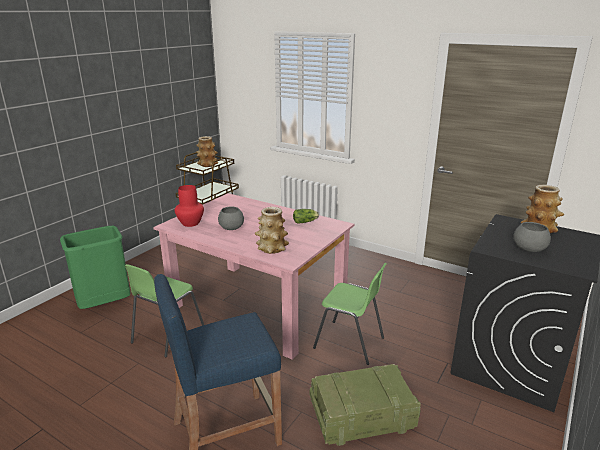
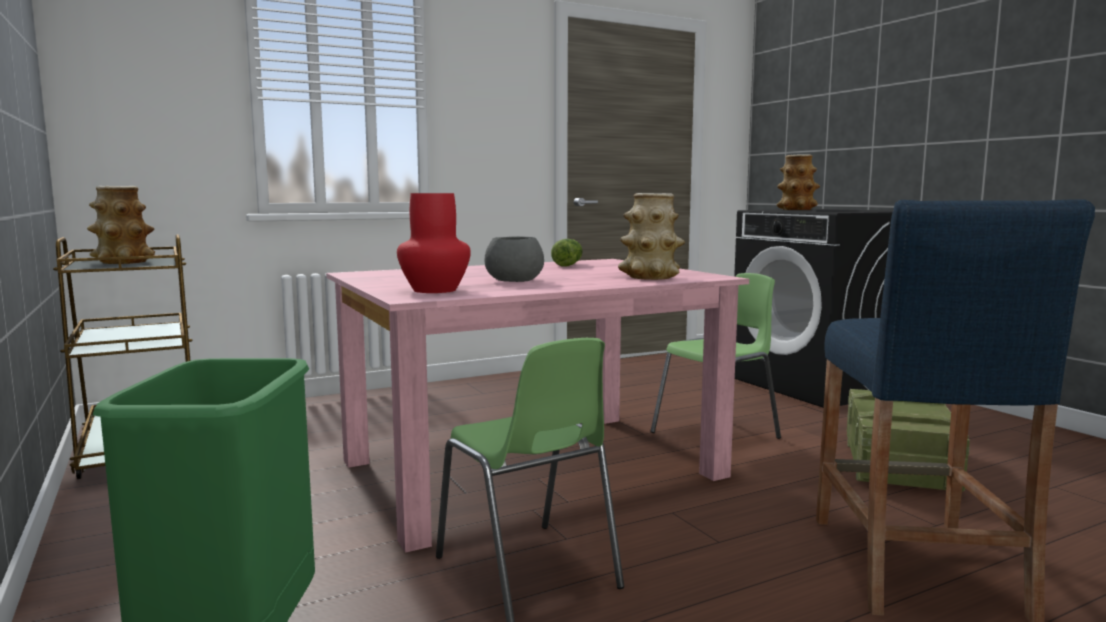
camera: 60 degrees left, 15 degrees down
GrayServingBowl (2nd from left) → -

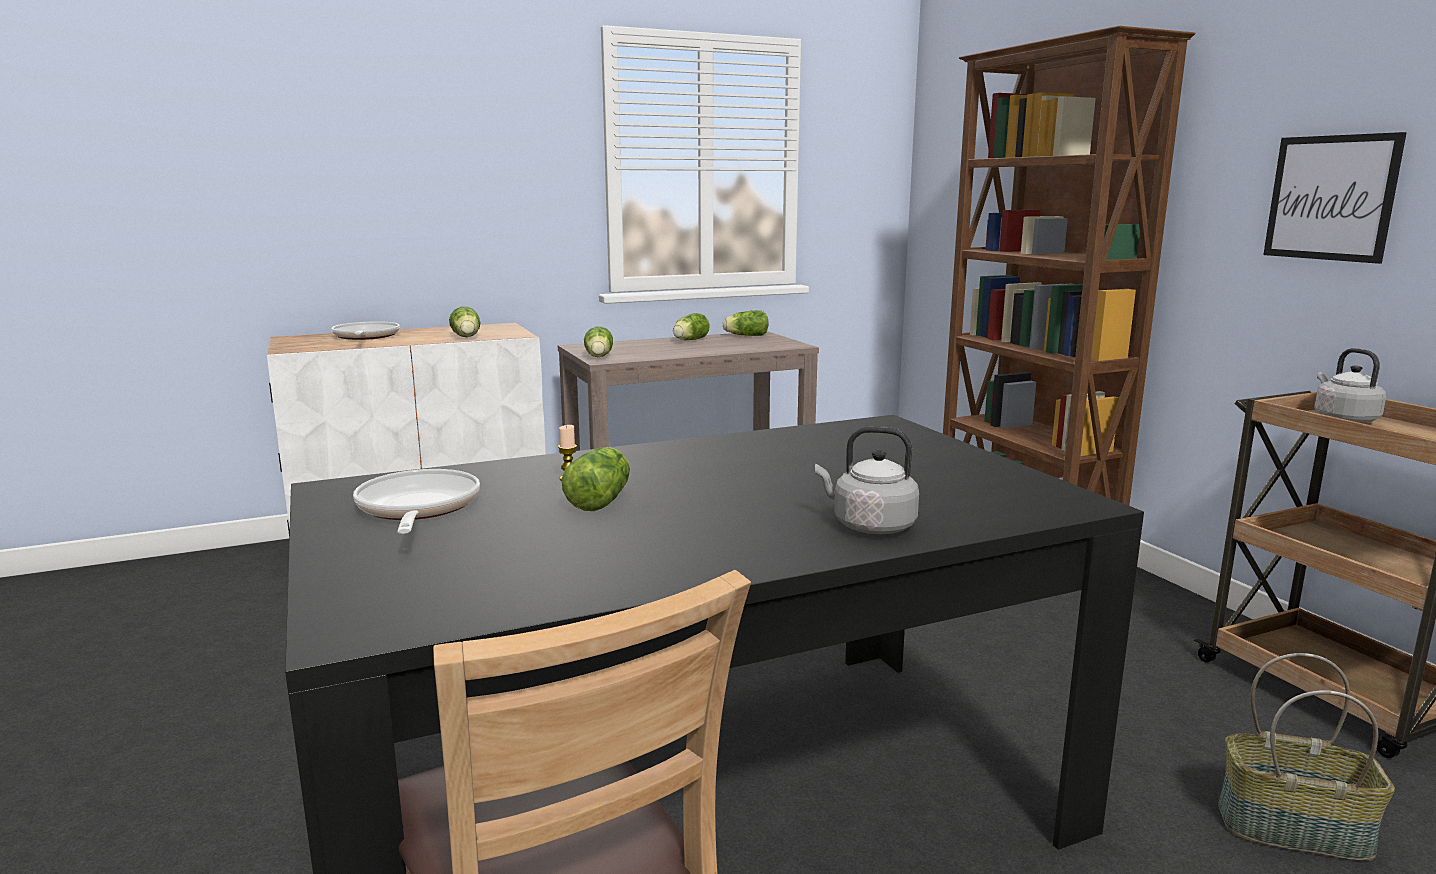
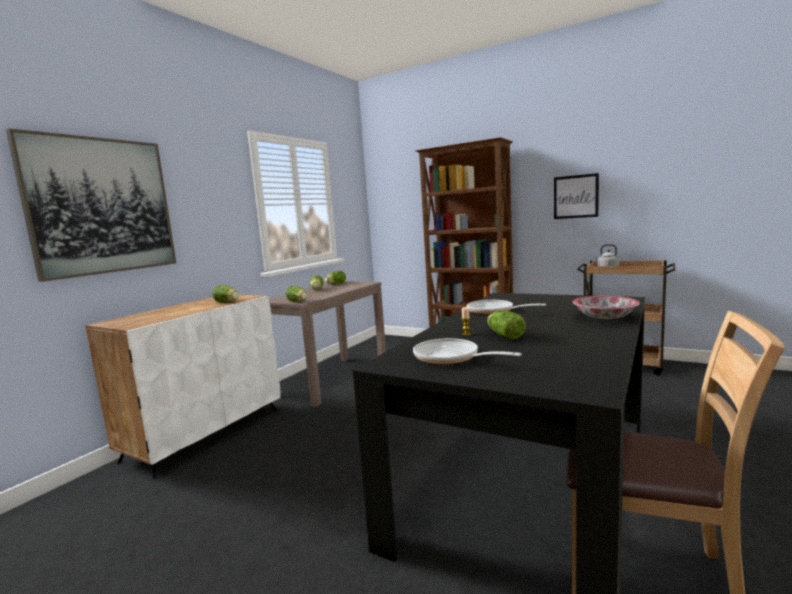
camera: 35 degrees left, 5 degrees down
HouseholdBasket → -
- → WallPicture (1st from left)
Skillet (1st from left in the first image) → Skillet (2nd from left), moved
GrayWaterKettle (1st from left) → ServingBowl

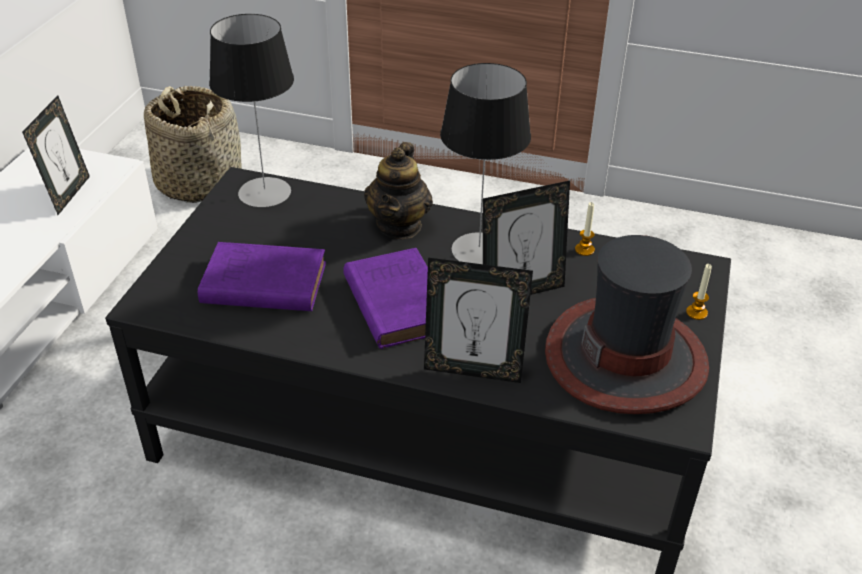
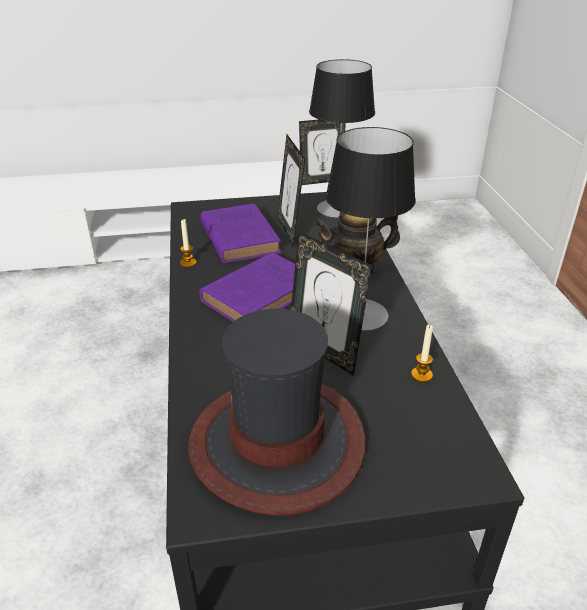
camera: 65 degrees right, 5 degrees down
HouseholdBasket → -
PhotoFrame (2nd from left in the first image) → PhotoFrame (1st from left), moved
WaxCandle (2nd from left in the first image) → WaxCandle (1st from left), moved

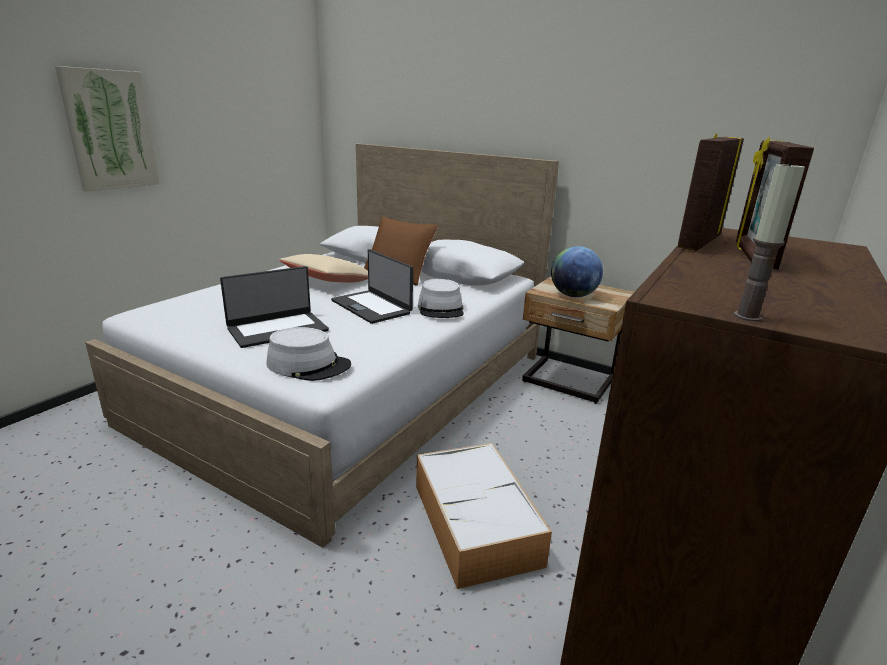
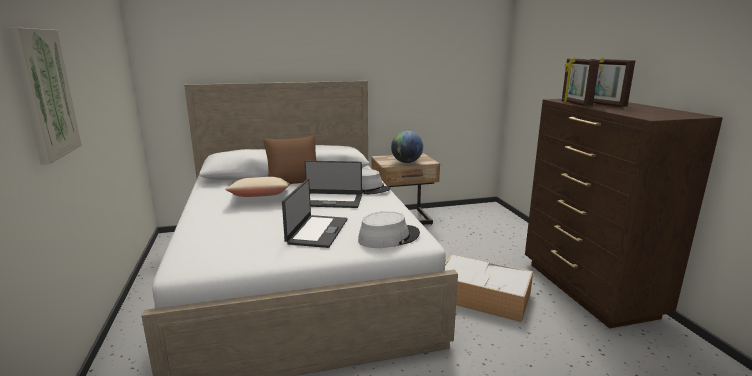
camera: 45 degrees left, 5 degrees down
WaxCandle → -

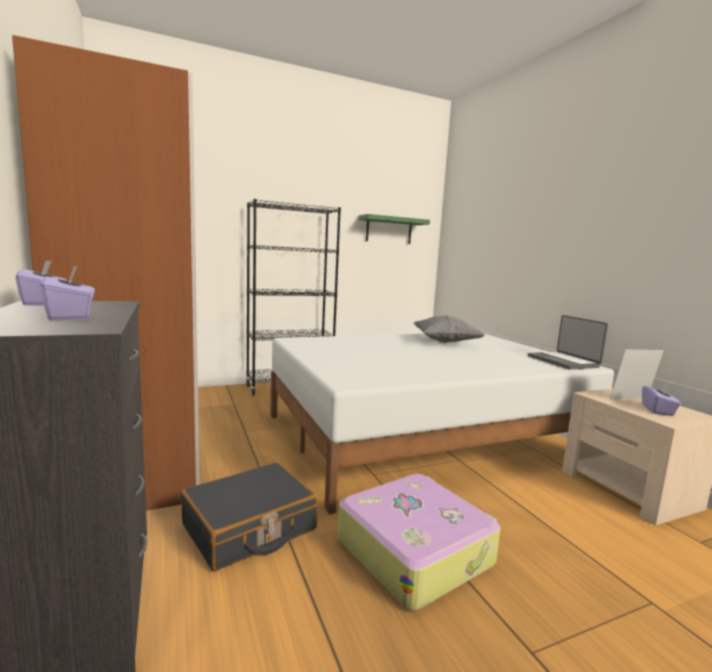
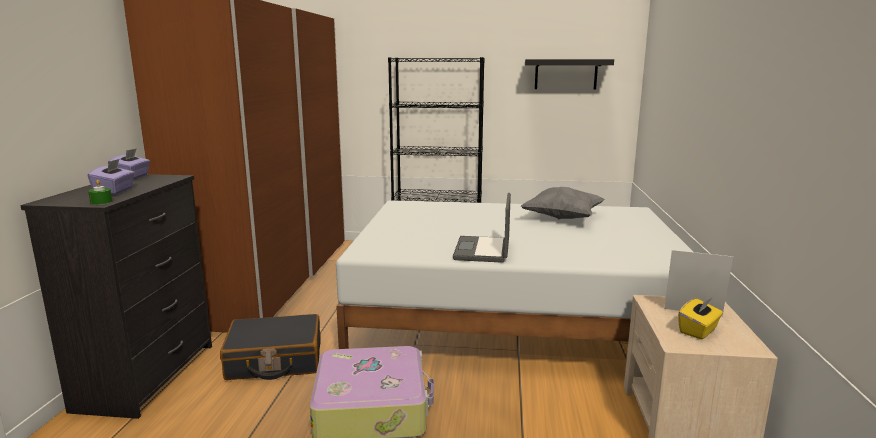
camera: 30 degrees right, 5 degrees up
- → GreenColouredWaxCandle
NotebookComputer, moved
GreenColouredBracketShelf → BlackishBracketShelf
PurpleColouredTissueHolder (3rd from left) → YellowTissueHolder

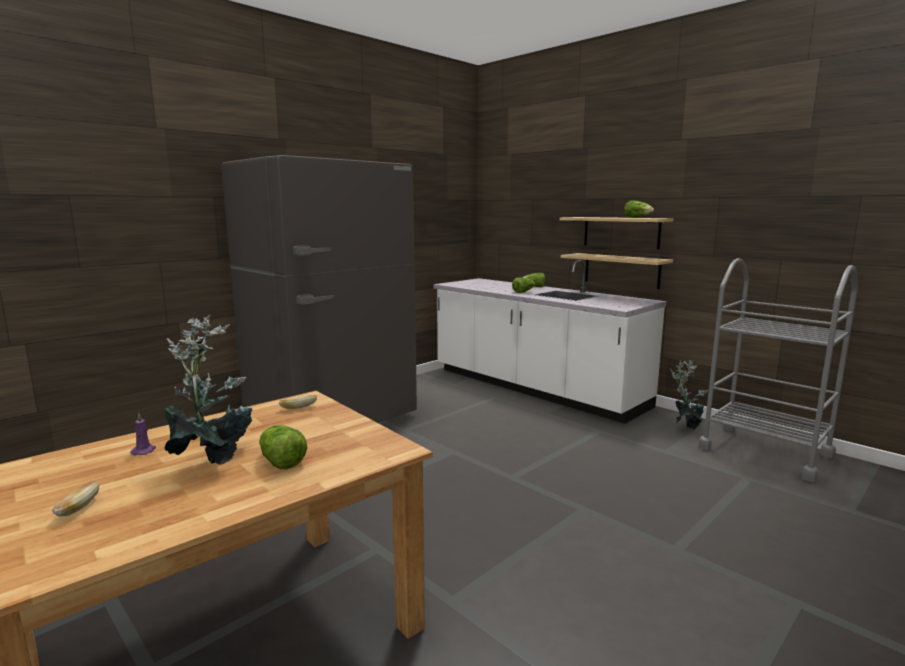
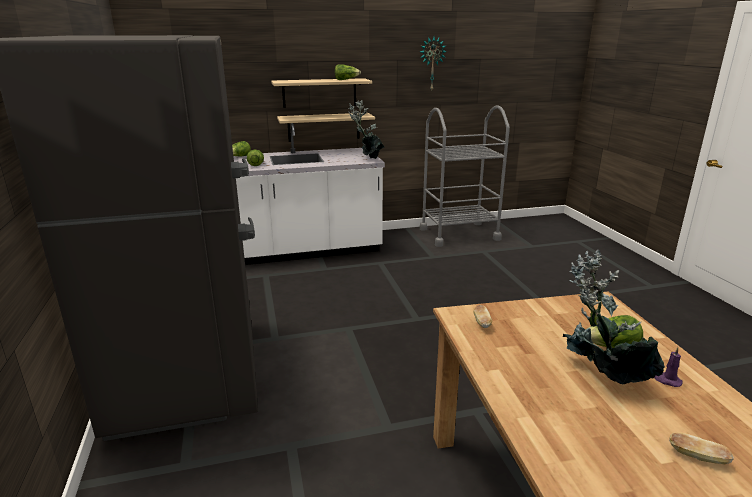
camera: 60 degrees left, 10 degrees up
- → ClockOnTheWall
PurpleColouredWaxCandle, moved
Houseplant (2nd from left in the first image) → Houseplant (1st from left), moved

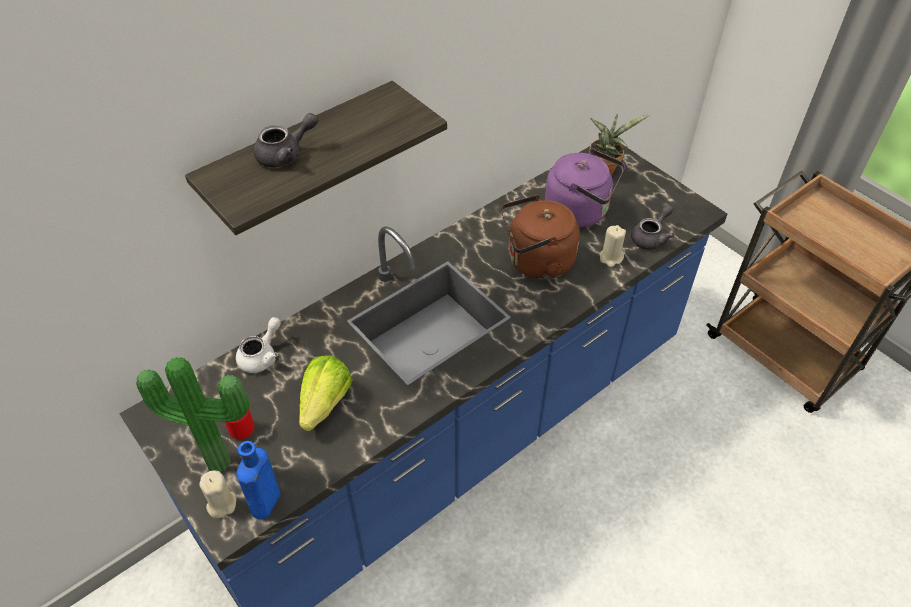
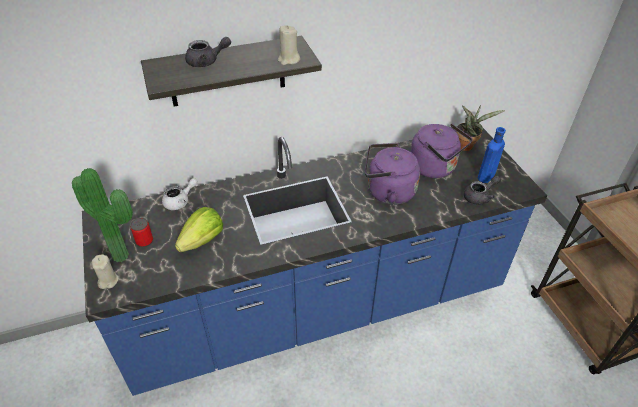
camera: 20 degrees right, 5 degrees down
BluishBeverageBottle, moved
BeigeWaxCandle (2nd from left), moved
BrownWaterKettle → PurpleColouredWaterKettle (1st from left)

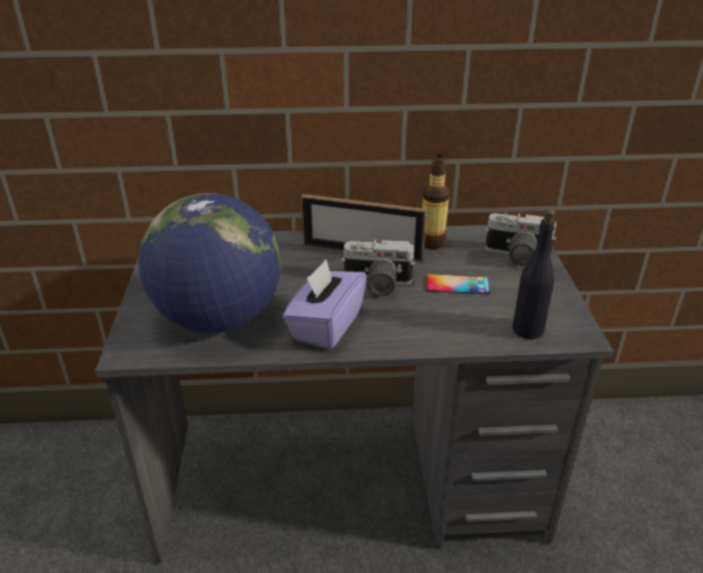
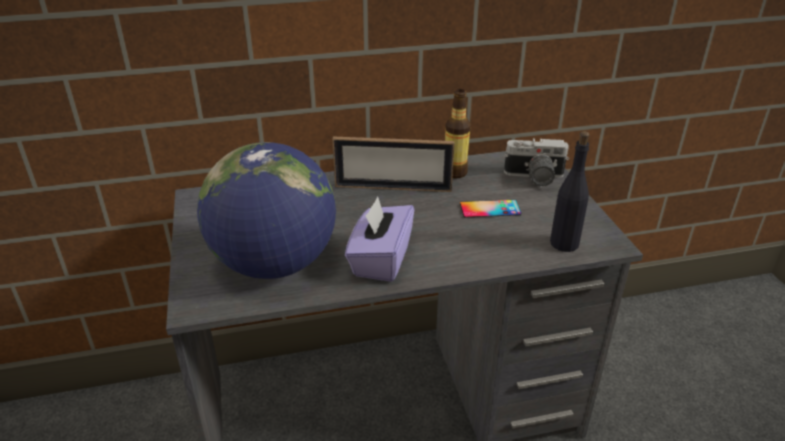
camera: 10 degrees left, 0 degrees up
PhotoCamera (1st from left) → -

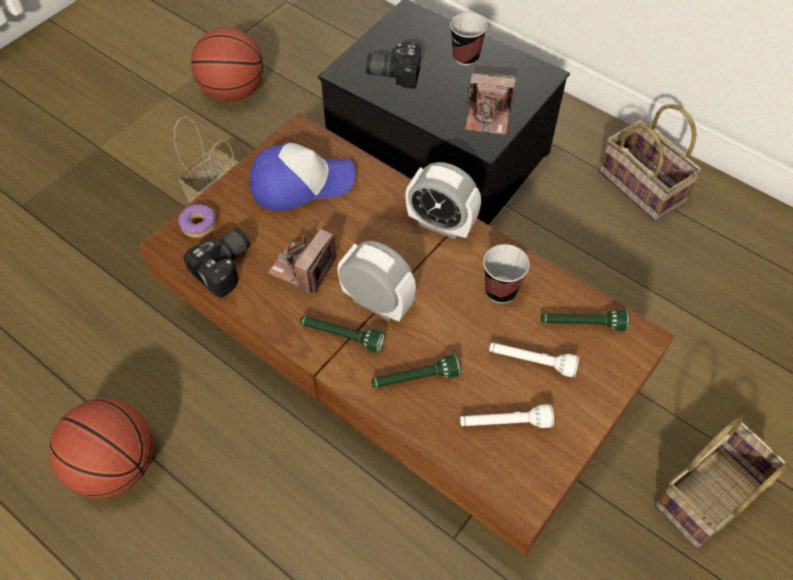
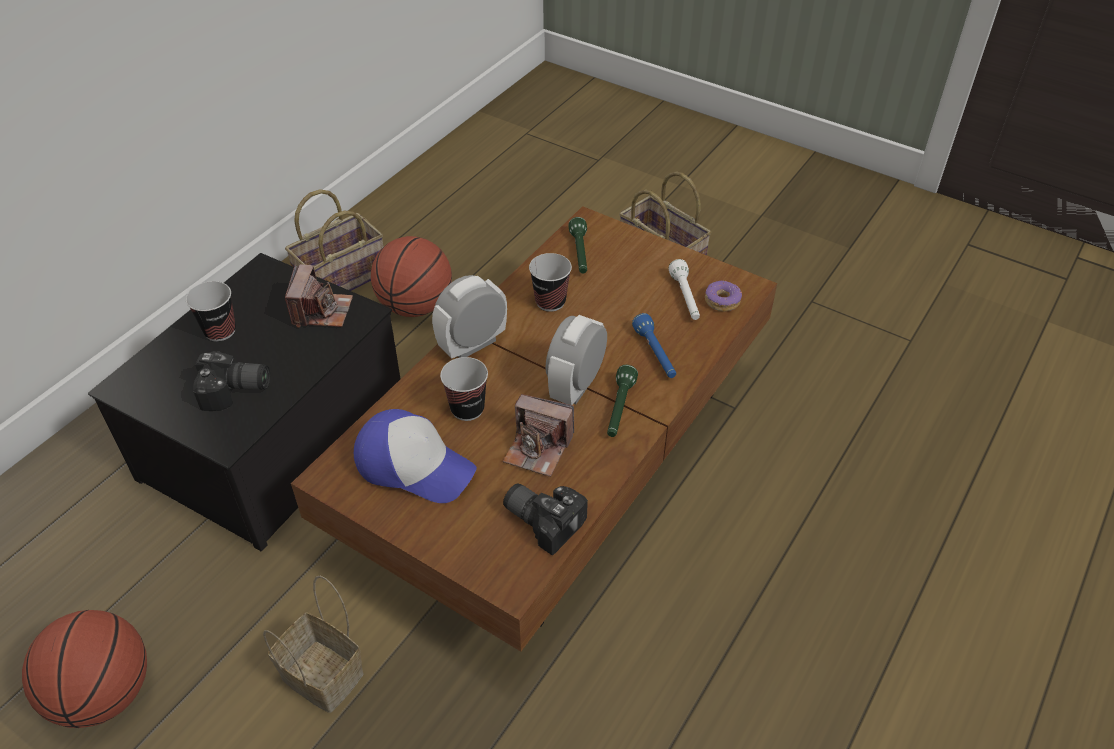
camera: 95 degrees left, 10 degrees down
WhiteFlashlight (2nd from left) → -
- → SmallCup (2nd from left)
Basketball (1st from left in the first image) → Basketball (2nd from left), moved
Doughnut, moved
GreenColouredFlashlight (2nd from left) → BluishFlashlight
Cap, 135 degrees clockwise
PhotoCamera (3rd from left in the first image) → PhotoCamera (1st from left), 90 degrees counterclockwise
BedsideClock (2nd from left in the first image) → BedsideClock (1st from left), 150 degrees counterclockwise

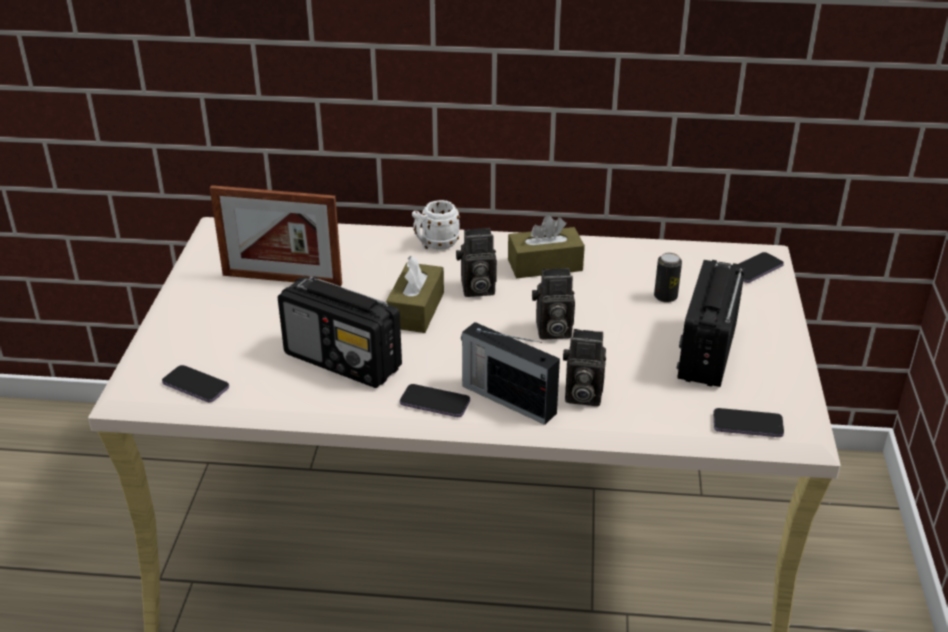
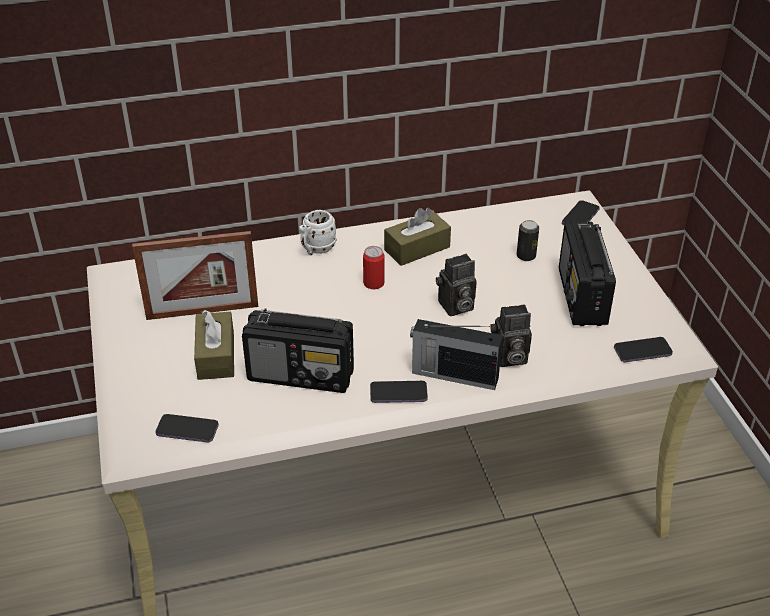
camera: 20 degrees left, 5 degrees up
BrownTissueHolder (1st from left), moved
PhotoCamera (1st from left) → SealedCan (1st from left)

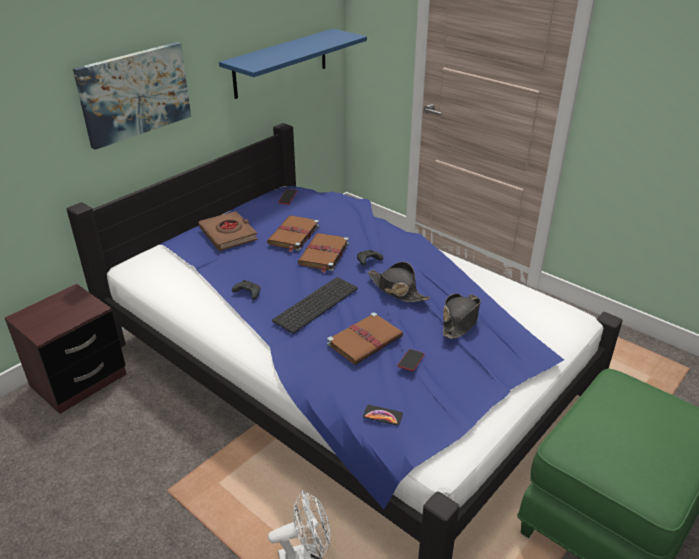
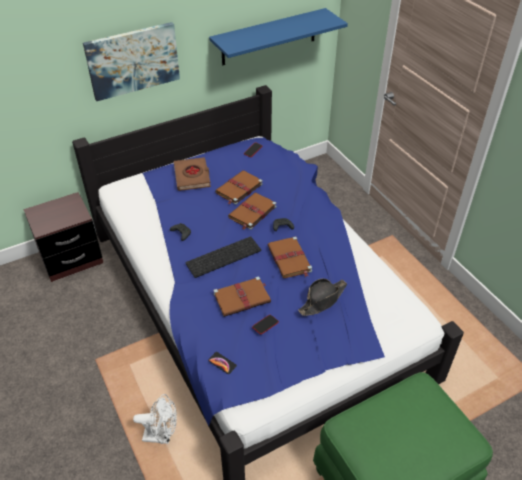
camera: 20 degrees right, 10 degrees up
BlackishHat (1st from left) → BrownVolume (5th from left)

